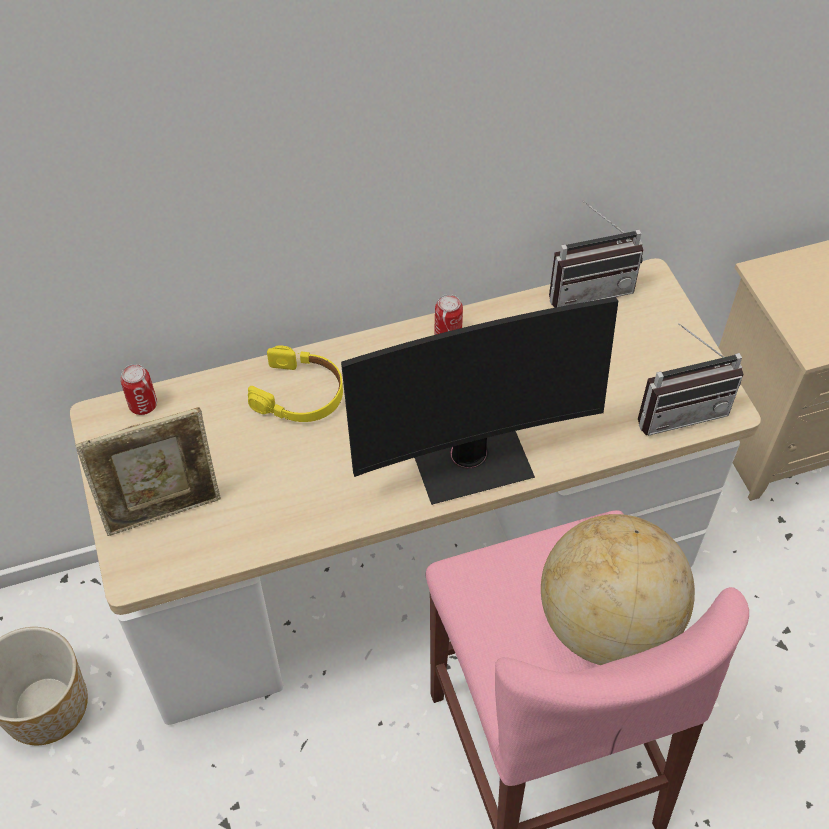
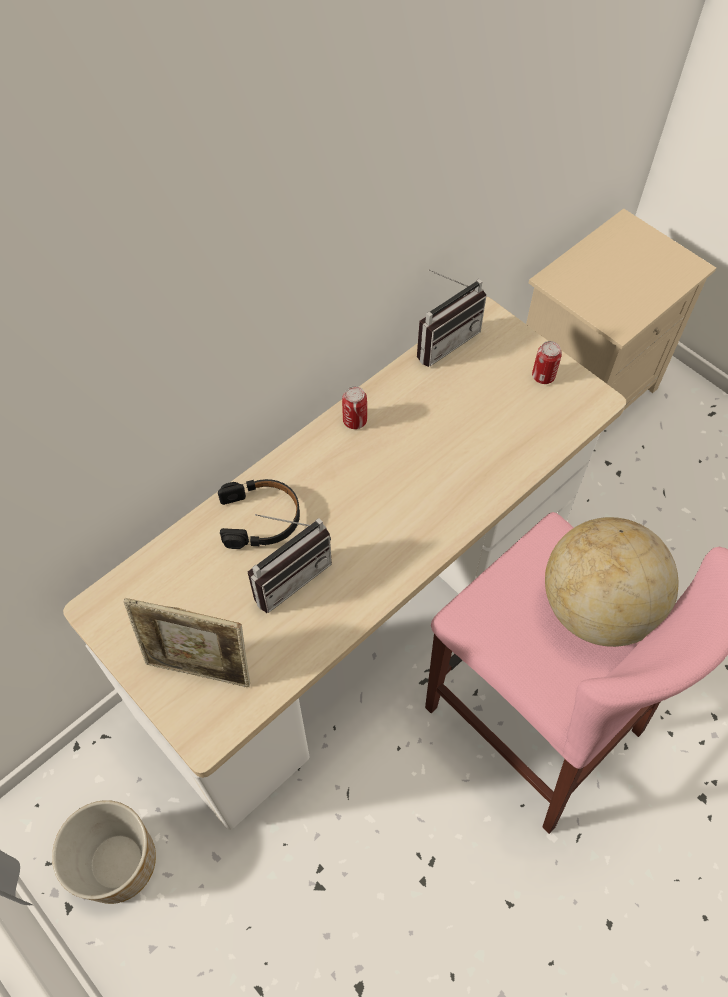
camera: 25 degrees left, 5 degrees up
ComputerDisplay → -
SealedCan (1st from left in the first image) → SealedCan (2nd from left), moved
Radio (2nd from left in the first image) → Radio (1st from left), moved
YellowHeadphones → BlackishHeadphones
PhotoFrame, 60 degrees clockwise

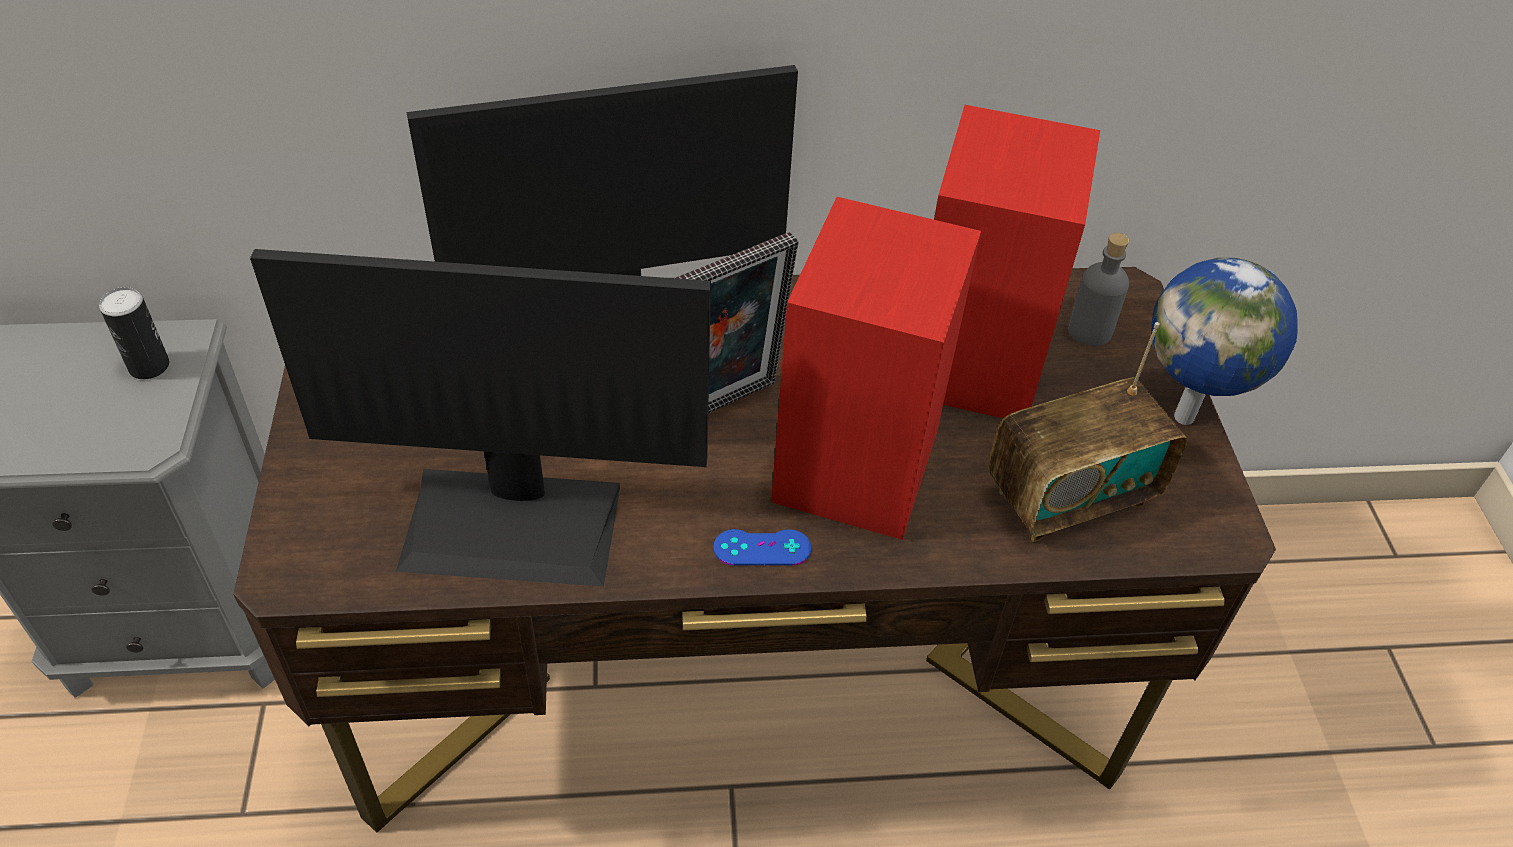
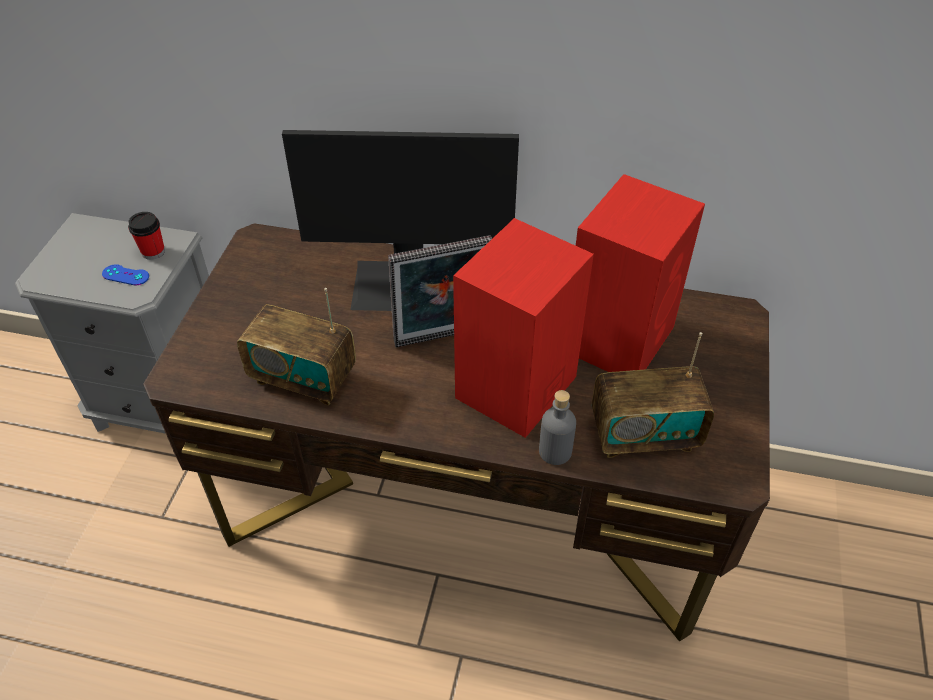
camera: 20 degrees right, 0 degrees up
DeskGlobe → -
BluishJoypad, moved
GrayBeverageBottle, moved
SealedCan → SmallCup
ComputerDisplay (1st from left) → Radio (1st from left)

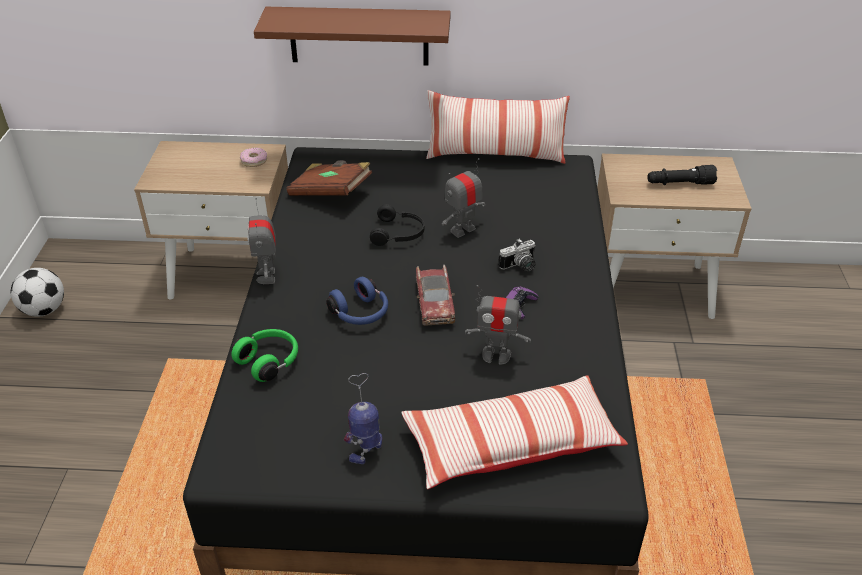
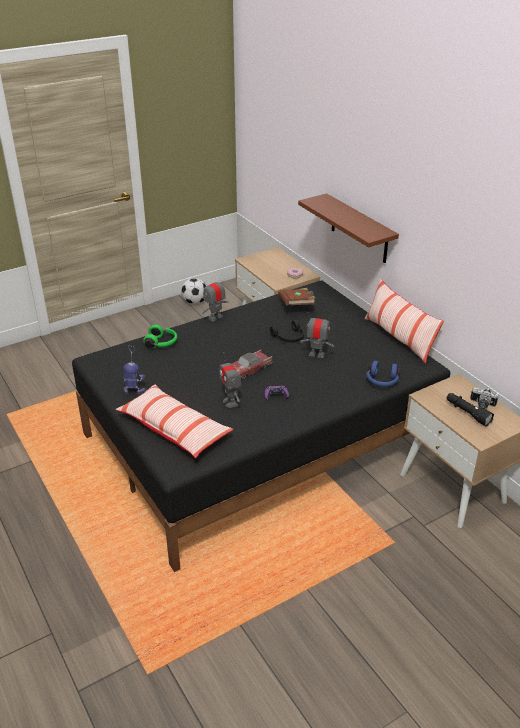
camera: 55 degrees right, 5 degrees down
BluishHeadphones, moved
PhotoCamera, moved

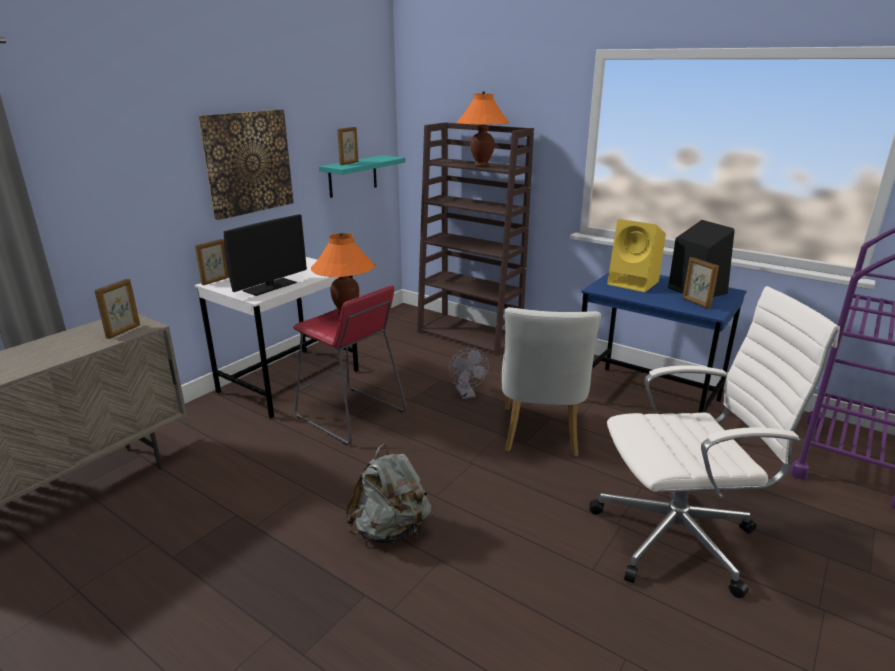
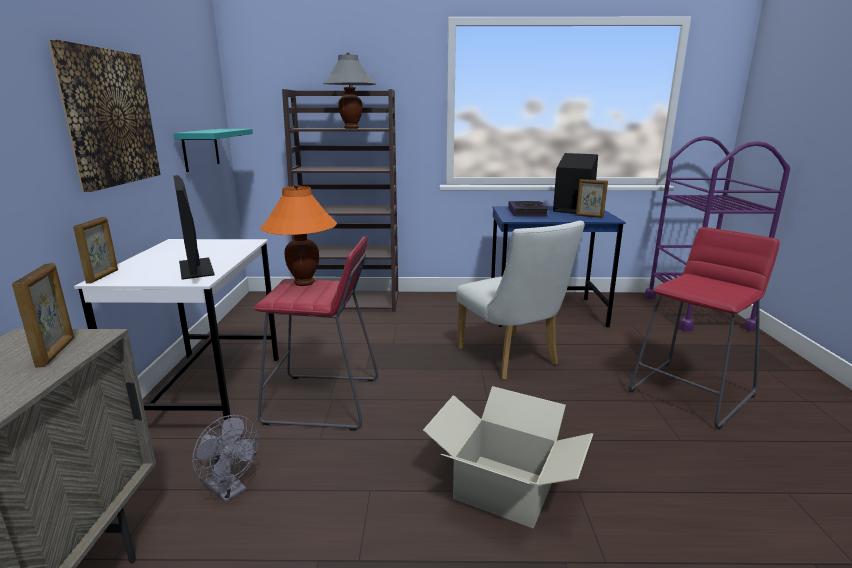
camera: 35 degrees left, 5 degrees down
PhotoFrame (3rd from left) → -
GrayElectricFan, moved
GrayKnapsack → Carton
WhiteComputerChair → RedColouredStool (2nd from left)
YellowLoudspeaker → Volume
OrangeColouredTabletopLamp (2nd from left) → GrayTabletopLamp
ComputerDisplay, 150 degrees clockwise

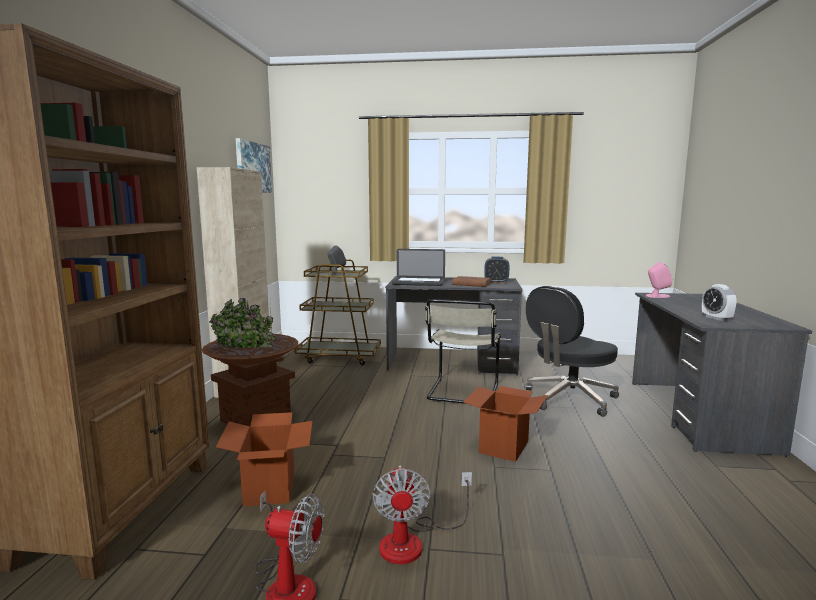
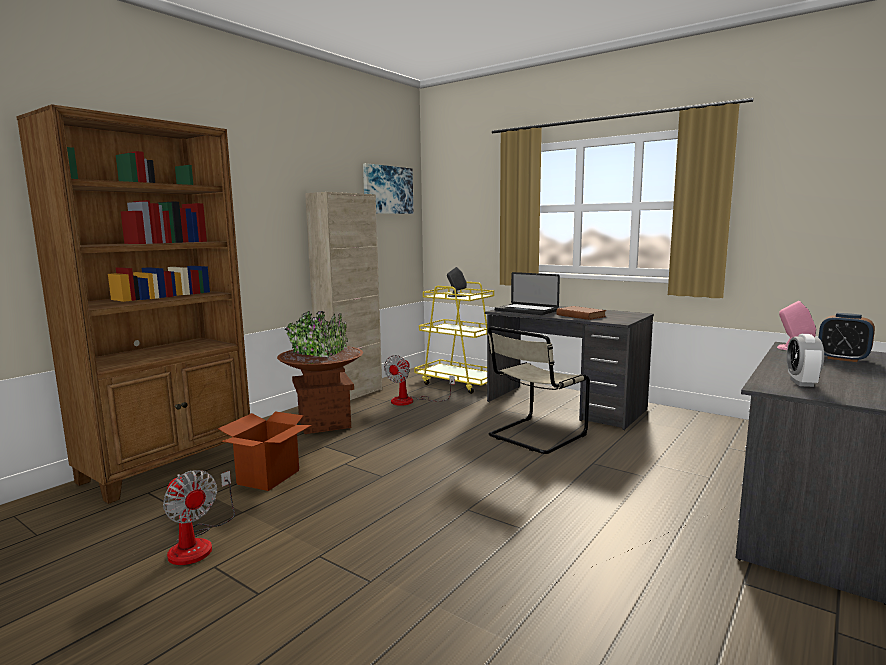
camera: 30 degrees right, 0 degrees up
Carton (2nd from left) → -
BlackishComputerChair → -
ElectricFan (2nd from left), moved
BedsideClock (1st from left in the first image) → BedsideClock (2nd from left), moved
BrownCart → YellowCart

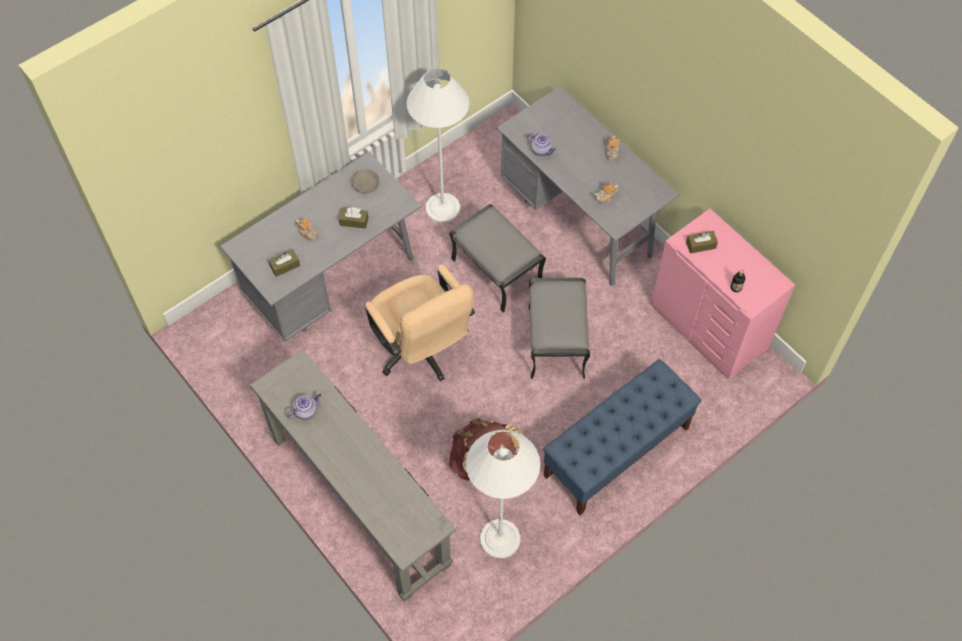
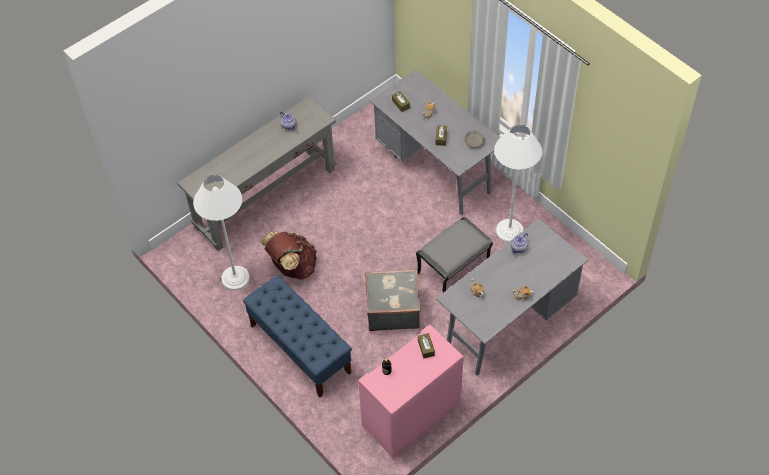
camera: 90 degrees right, 5 degrees down
BeigeComputerChair → -
GrayOttoman (2nd from left) → GrayPieceOfLuggage

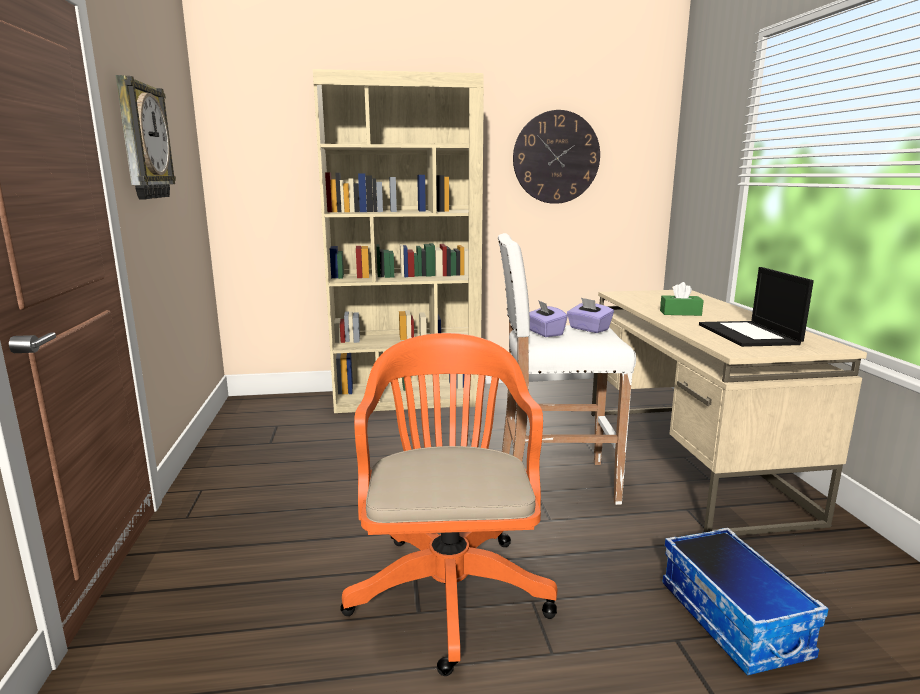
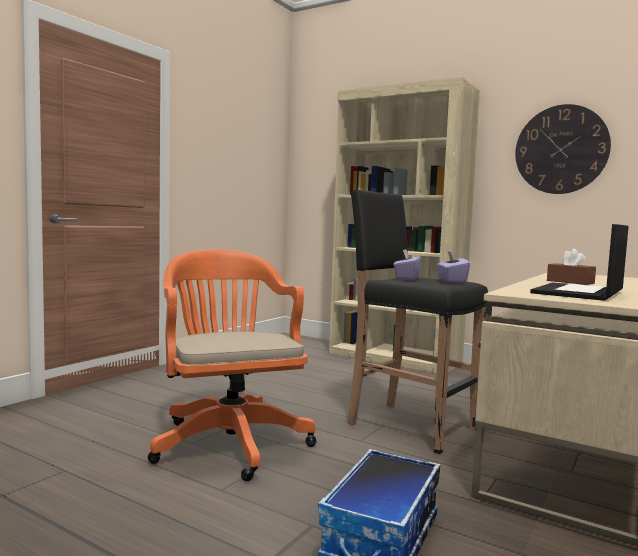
camera: 40 degrees right, 10 degrees down
ClockOnTheWall (1st from left) → -
WhiteStool → BlackishStool
GreenColouredTissueHolder → BrownTissueHolder
OrangeColouredComputerChair, 60 degrees counterclockwise

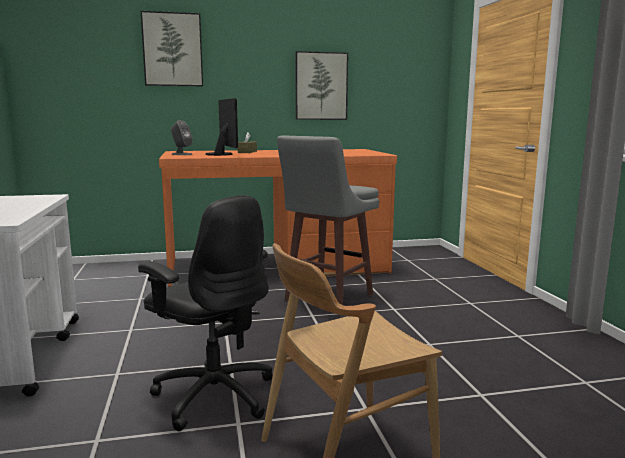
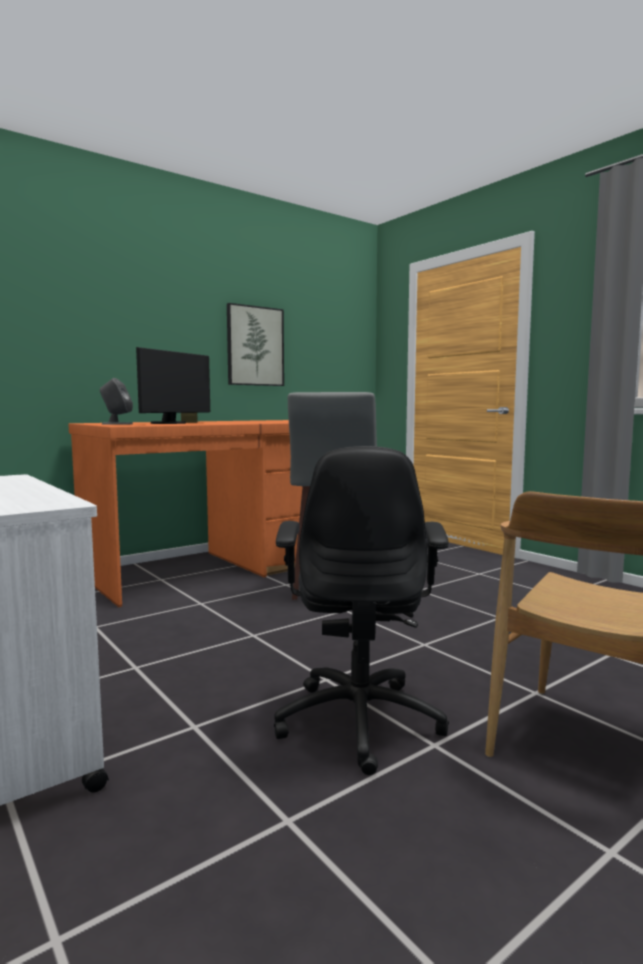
camera: 25 degrees left, 5 degrees down
WallPicture (1st from left) → -
BlackishComputerChair, 75 degrees clockwise
ComputerDisplay, 75 degrees clockwise

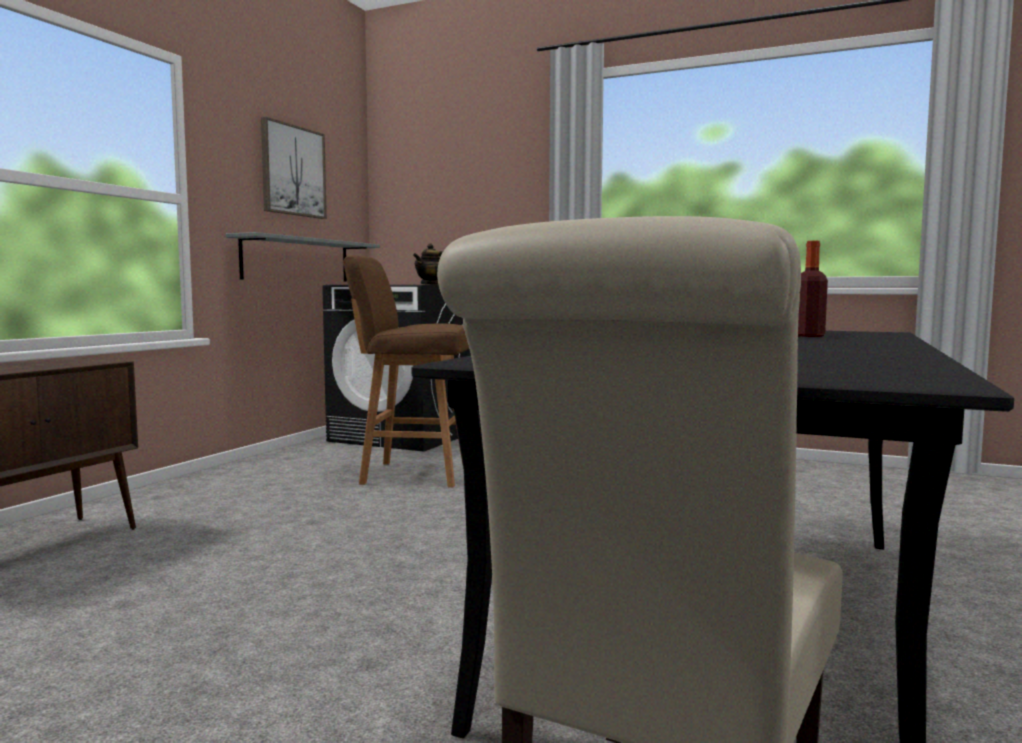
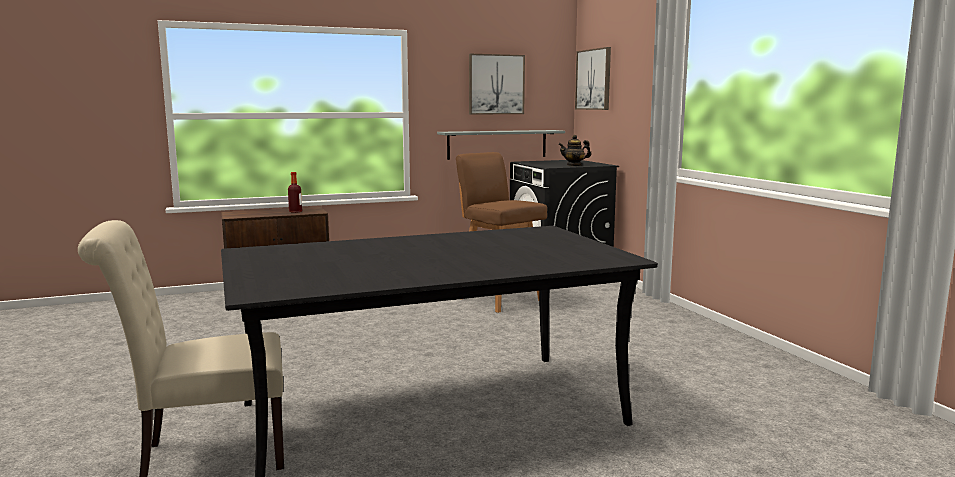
camera: 45 degrees right, 5 degrees up
- → WallPicture (2nd from left)
BeverageBottle, moved

